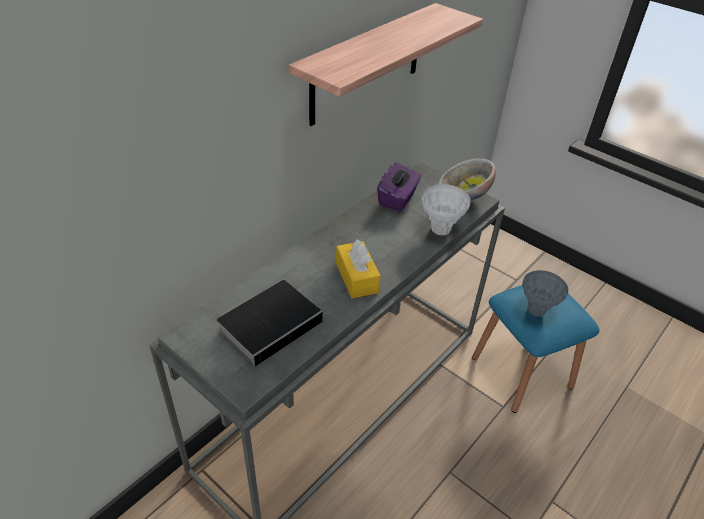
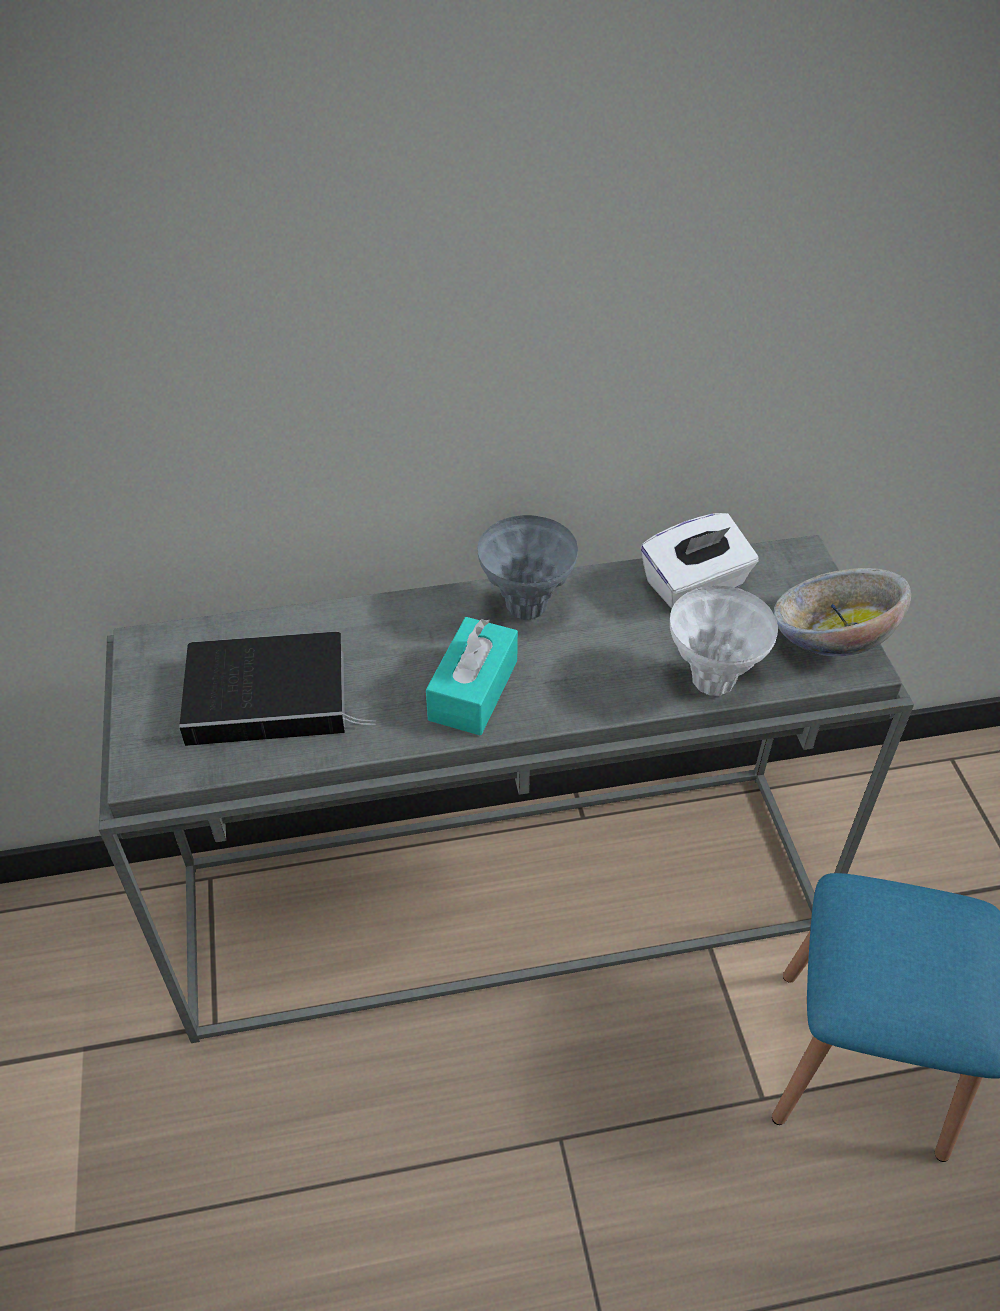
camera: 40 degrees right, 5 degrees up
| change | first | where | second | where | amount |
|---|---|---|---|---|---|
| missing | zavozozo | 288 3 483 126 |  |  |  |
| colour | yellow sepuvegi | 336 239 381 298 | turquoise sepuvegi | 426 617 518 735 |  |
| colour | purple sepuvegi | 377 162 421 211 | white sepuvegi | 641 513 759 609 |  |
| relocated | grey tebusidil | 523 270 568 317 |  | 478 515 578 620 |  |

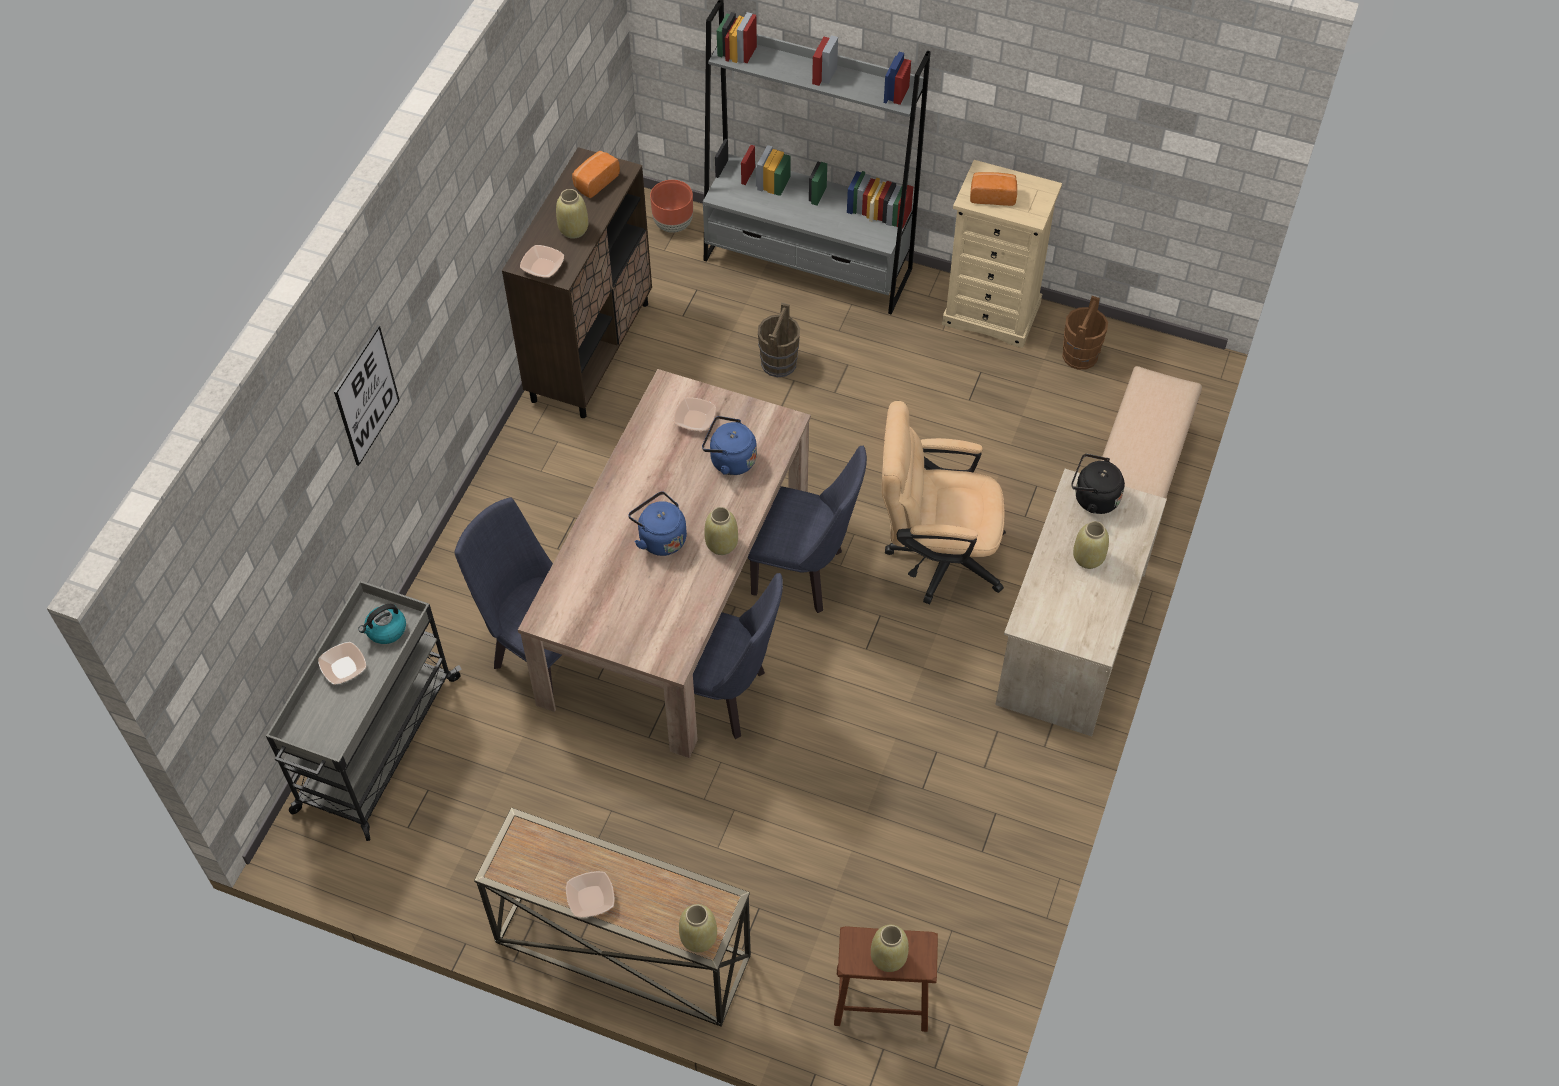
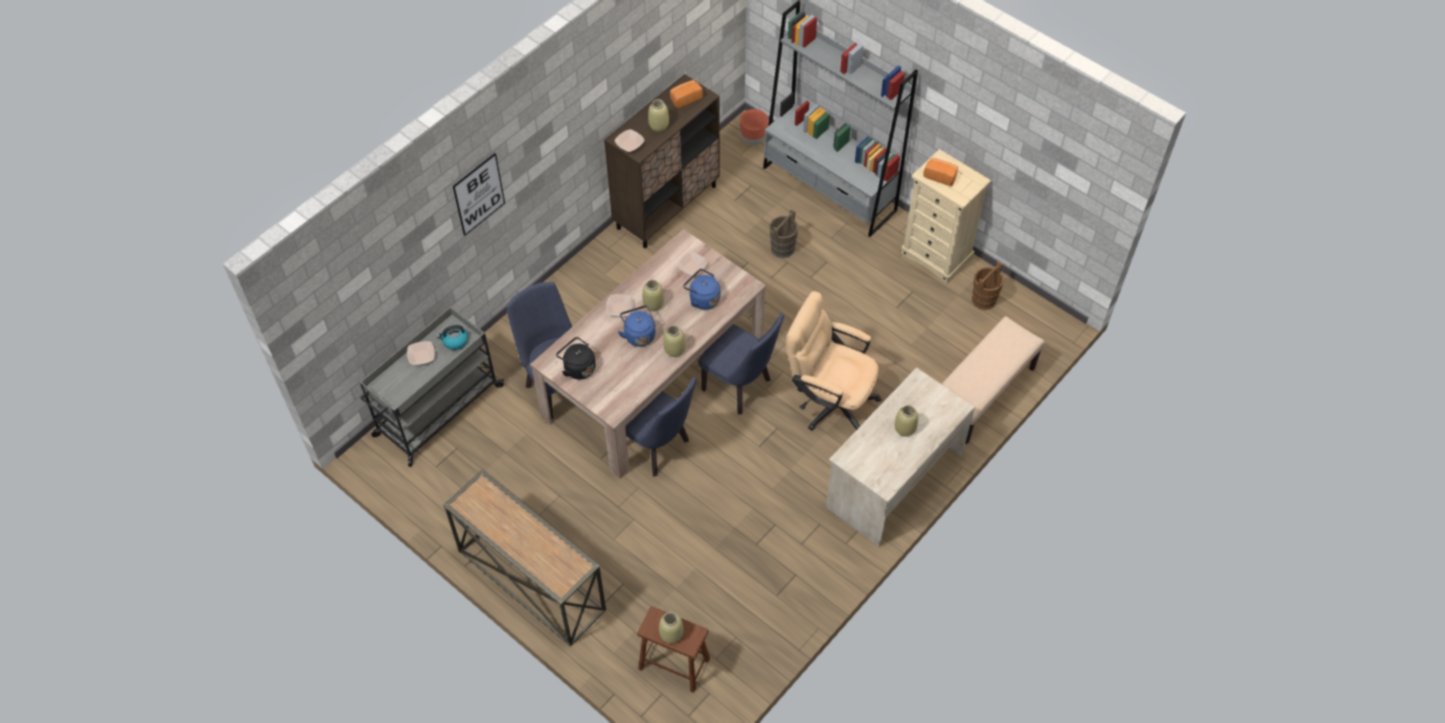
camera: 20 degrees right, 0 degrees up
| change | first | where | second | where | amount |
|---|---|---|---|---|---|
| relocated | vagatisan | 566 871 615 918 |  | 606 294 633 316 |  |
| relocated | beige tebusidil | 679 904 717 952 |  | 642 279 664 311 |  |
| relocated | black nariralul | 1072 454 1125 514 |  | 556 337 596 380 |  |

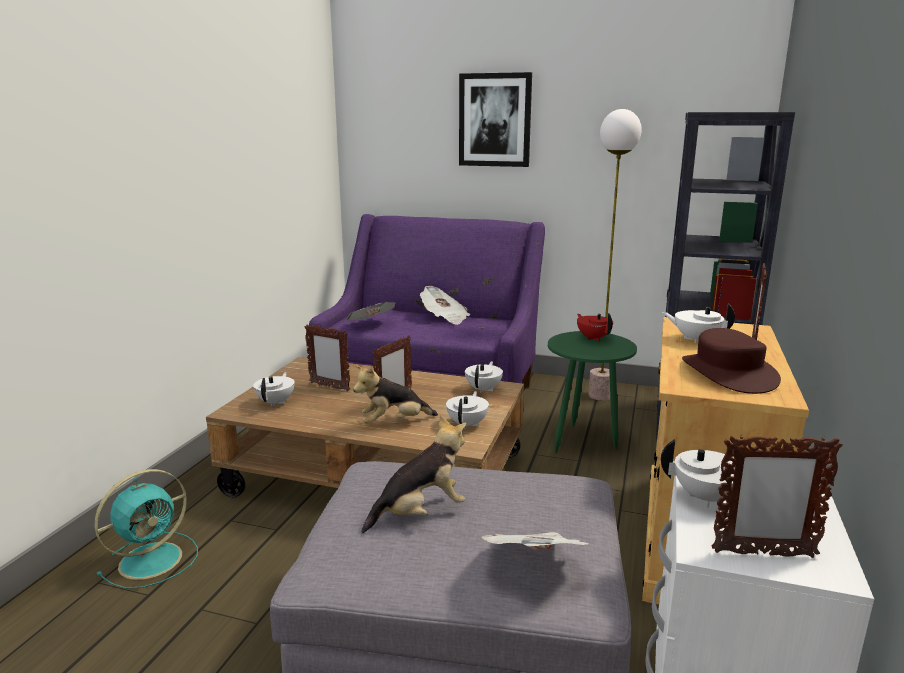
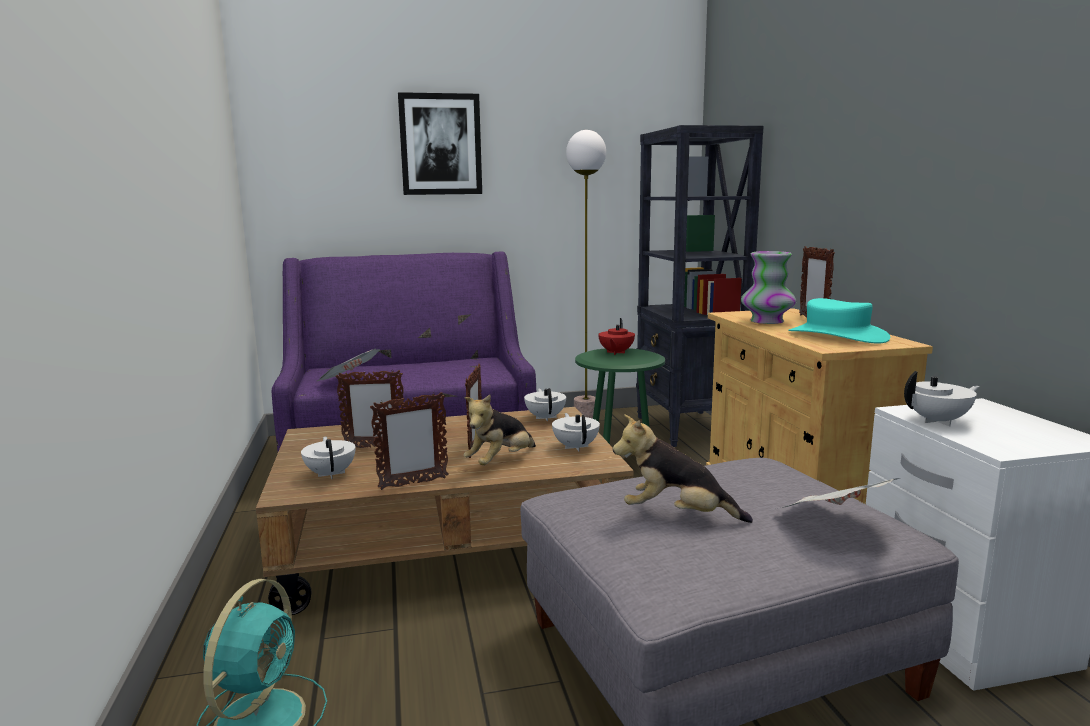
camera: 30 degrees left, 5 degrees down
| change | first | where | second | where | amount |
|---|---|---|---|---|---|
| spun | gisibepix | 361 415 466 533 |  | 613 414 753 523 | 105 degrees counterclockwise |
| missing | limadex | 420 286 470 325 |  |  |  |
| spun | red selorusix | 577 313 613 341 |  | 598 318 635 355 | 105 degrees counterclockwise |
| exchanged | white selorusix | 662 304 735 343 | tebusidil | 741 251 796 324 |  |
| colour | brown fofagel | 682 328 781 394 | turquoise fofagel | 788 298 890 344 |  |
| relocated | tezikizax | 712 436 843 558 |  | 370 392 449 490 |  |

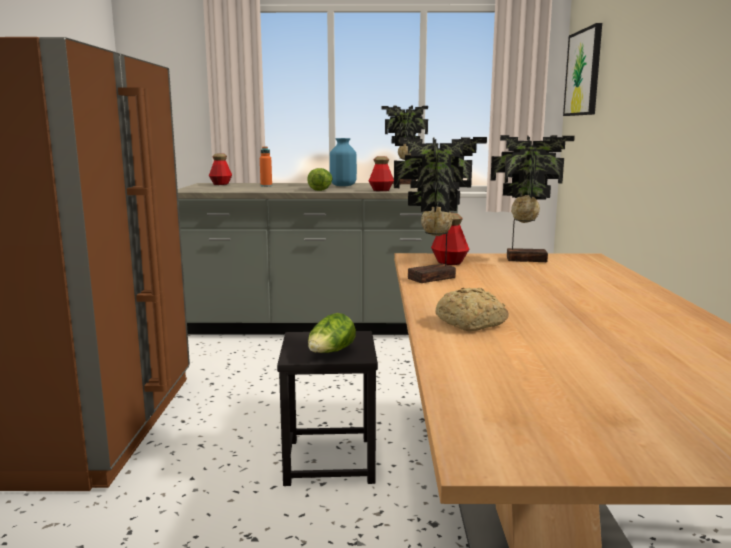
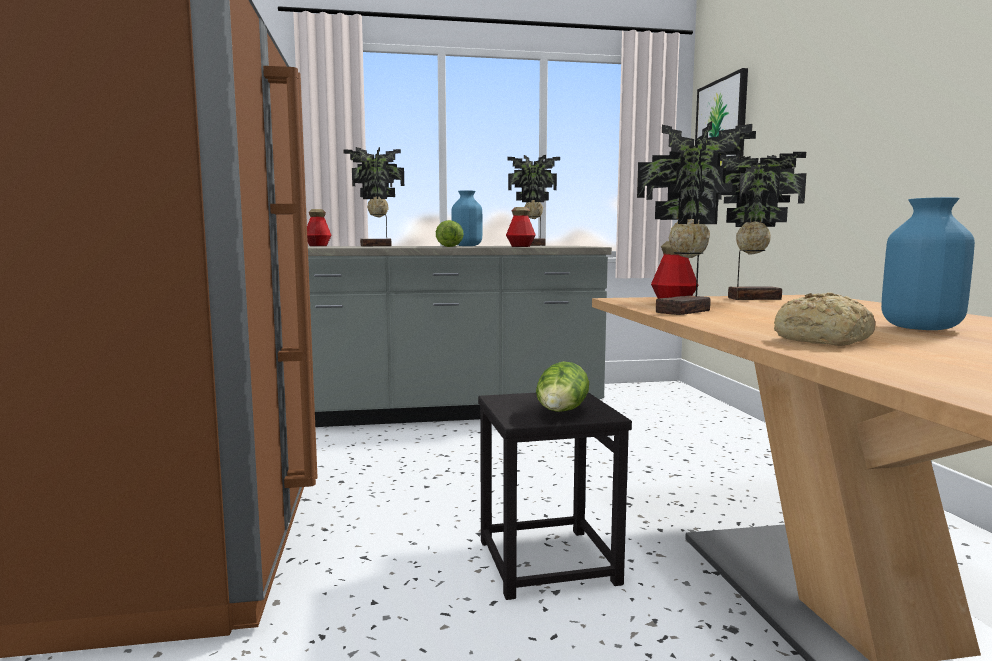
camera: 10 degrees left, 5 degrees down
| change | first | where | second | where | amount |
|---|---|---|---|---|---|
| exchanged | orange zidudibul | 260 146 272 187 | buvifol | 343 147 404 246 |  |
| appeared |  |  | blue tebusidil | 881 197 975 330 |  |

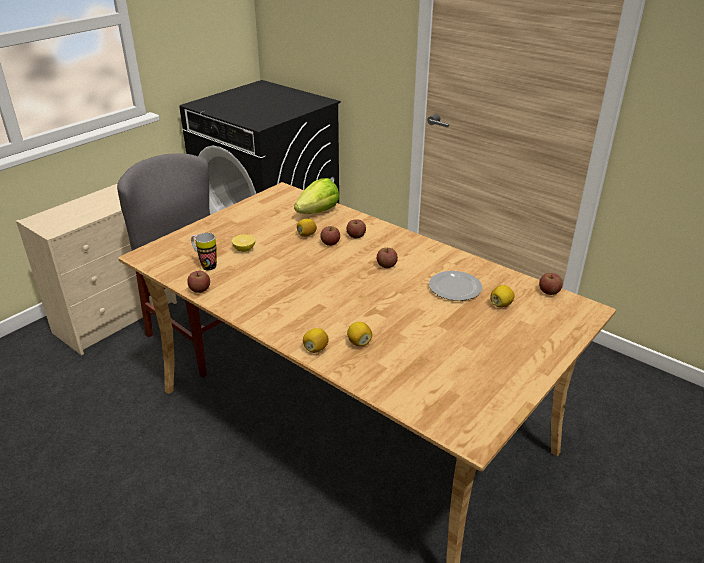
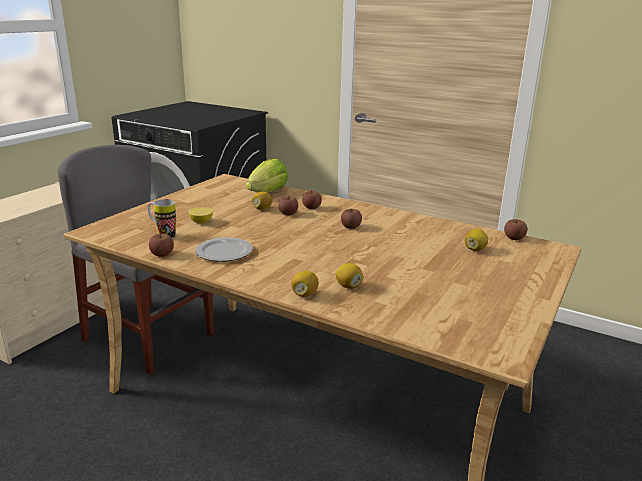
camera: 10 degrees left, 10 degrees down
| change | first | where | second | where | amount |
|---|---|---|---|---|---|
| relocated | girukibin | 429 271 482 301 |  | 195 237 253 262 |  |

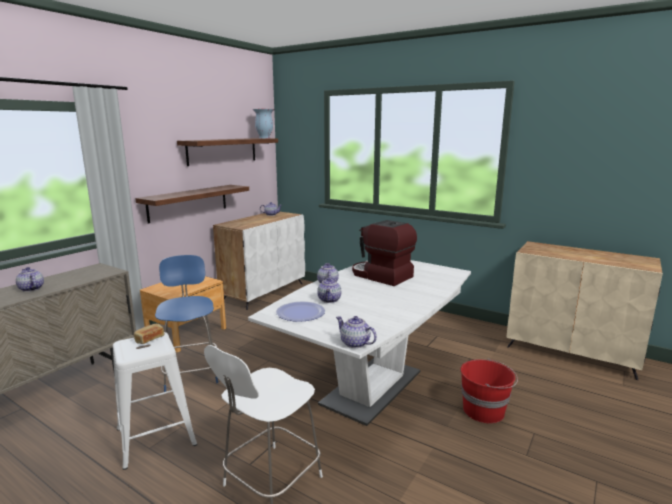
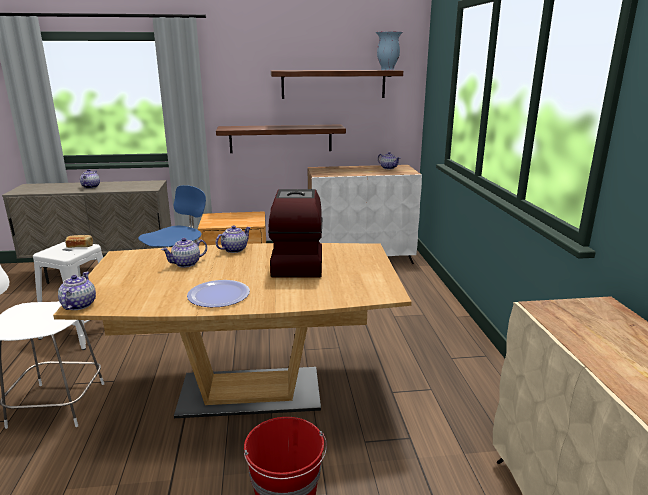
camera: 50 degrees right, 5 degrees up
| change | first | where | second | where | amount |
|---|---|---|---|---|---|
| colour | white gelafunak | 248 260 471 426 | brown gelafunak | 53 243 412 418 |  |
| relocated | girukibin | 276 301 325 322 |  | 187 280 250 307 |  |

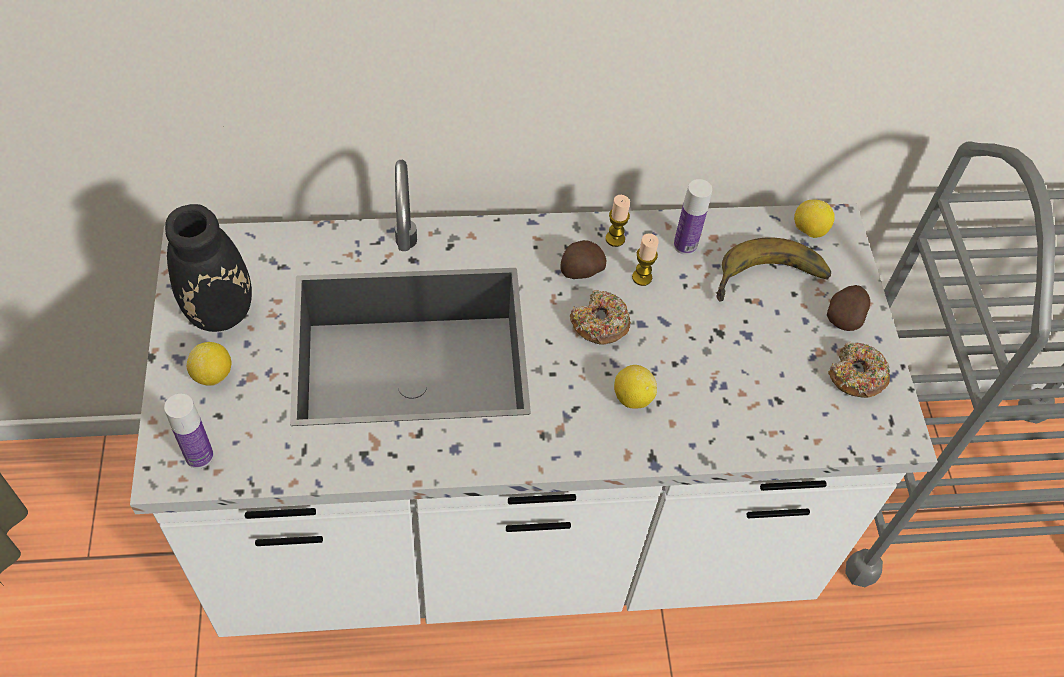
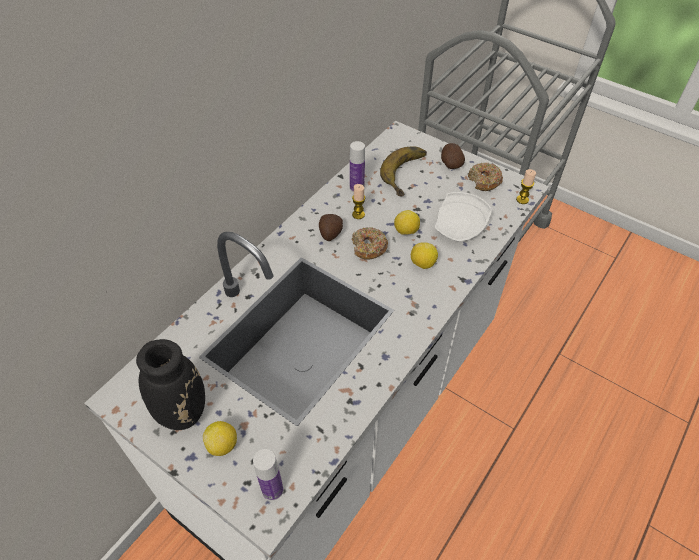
camera: 45 degrees left, 5 degrees down
| change | first | where | second | where | amount |
|---|---|---|---|---|---|
| relocated | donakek | 605 195 630 247 |  | 516 169 536 204 |  |
| relocated | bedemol | 794 199 835 238 |  | 394 210 420 235 |  |
| appeared |  |  | white girukibin | 435 192 492 241 |  |

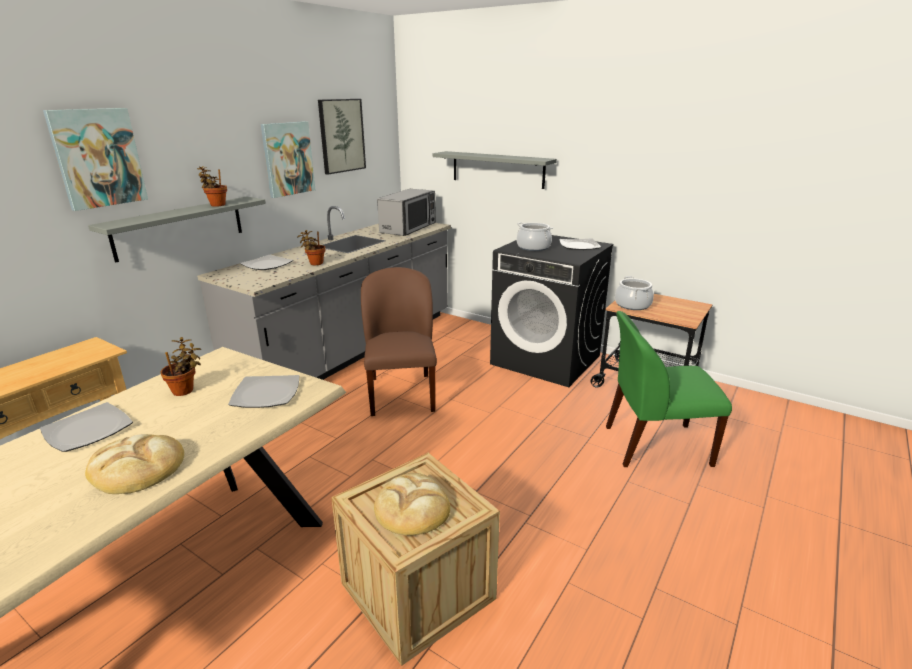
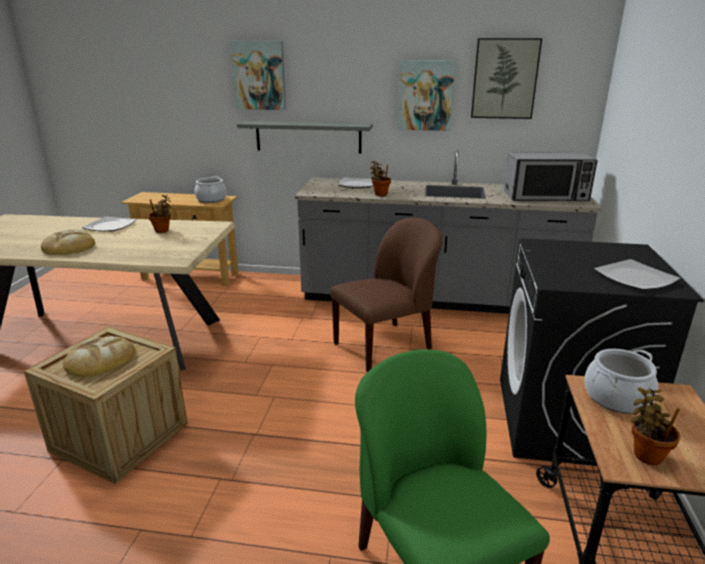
camera: 65 degrees right, 0 degrees up
| change | first | where | second | where | amount |
|---|---|---|---|---|---|
| relocated | buvifol | 197 166 227 207 |  | 631 387 680 465 |  |
| missing | girukibin | 228 375 300 408 |  |  |  |
| missing | grey zavozozo | 433 151 557 189 |  |  |  |
| relocated | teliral | 517 222 553 251 |  | 195 176 227 203 |  |

